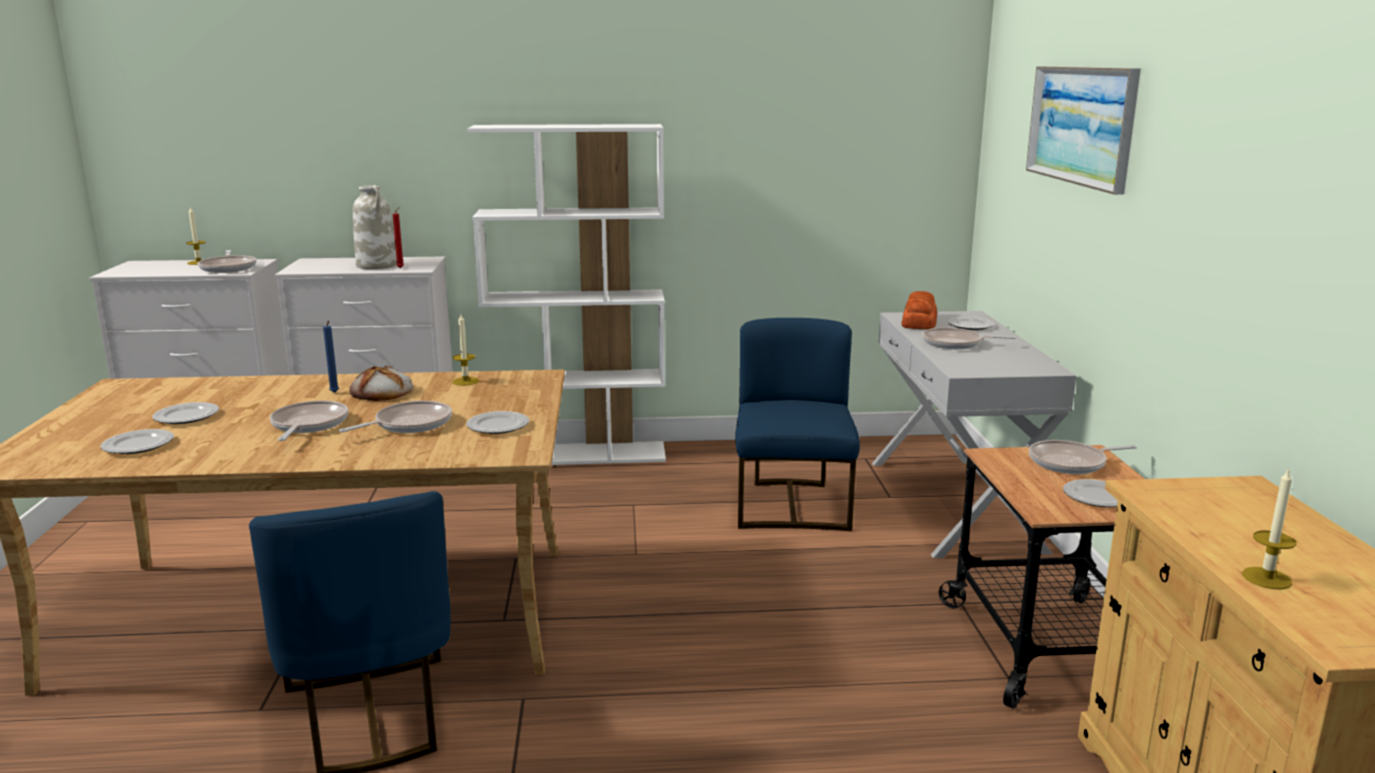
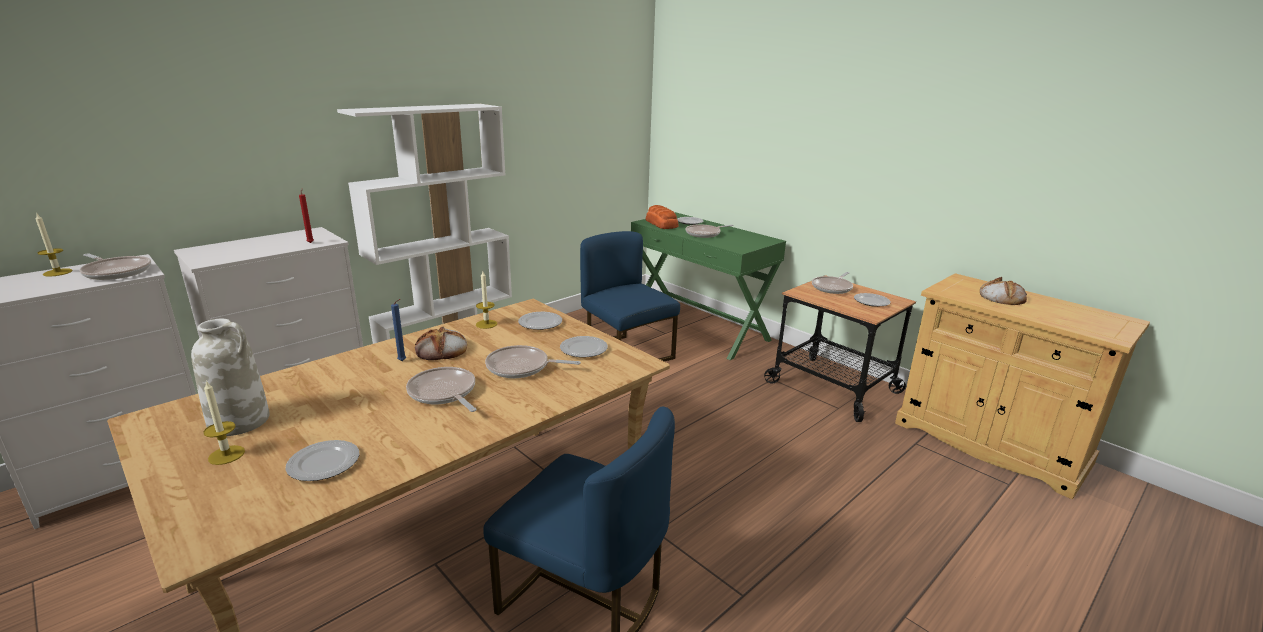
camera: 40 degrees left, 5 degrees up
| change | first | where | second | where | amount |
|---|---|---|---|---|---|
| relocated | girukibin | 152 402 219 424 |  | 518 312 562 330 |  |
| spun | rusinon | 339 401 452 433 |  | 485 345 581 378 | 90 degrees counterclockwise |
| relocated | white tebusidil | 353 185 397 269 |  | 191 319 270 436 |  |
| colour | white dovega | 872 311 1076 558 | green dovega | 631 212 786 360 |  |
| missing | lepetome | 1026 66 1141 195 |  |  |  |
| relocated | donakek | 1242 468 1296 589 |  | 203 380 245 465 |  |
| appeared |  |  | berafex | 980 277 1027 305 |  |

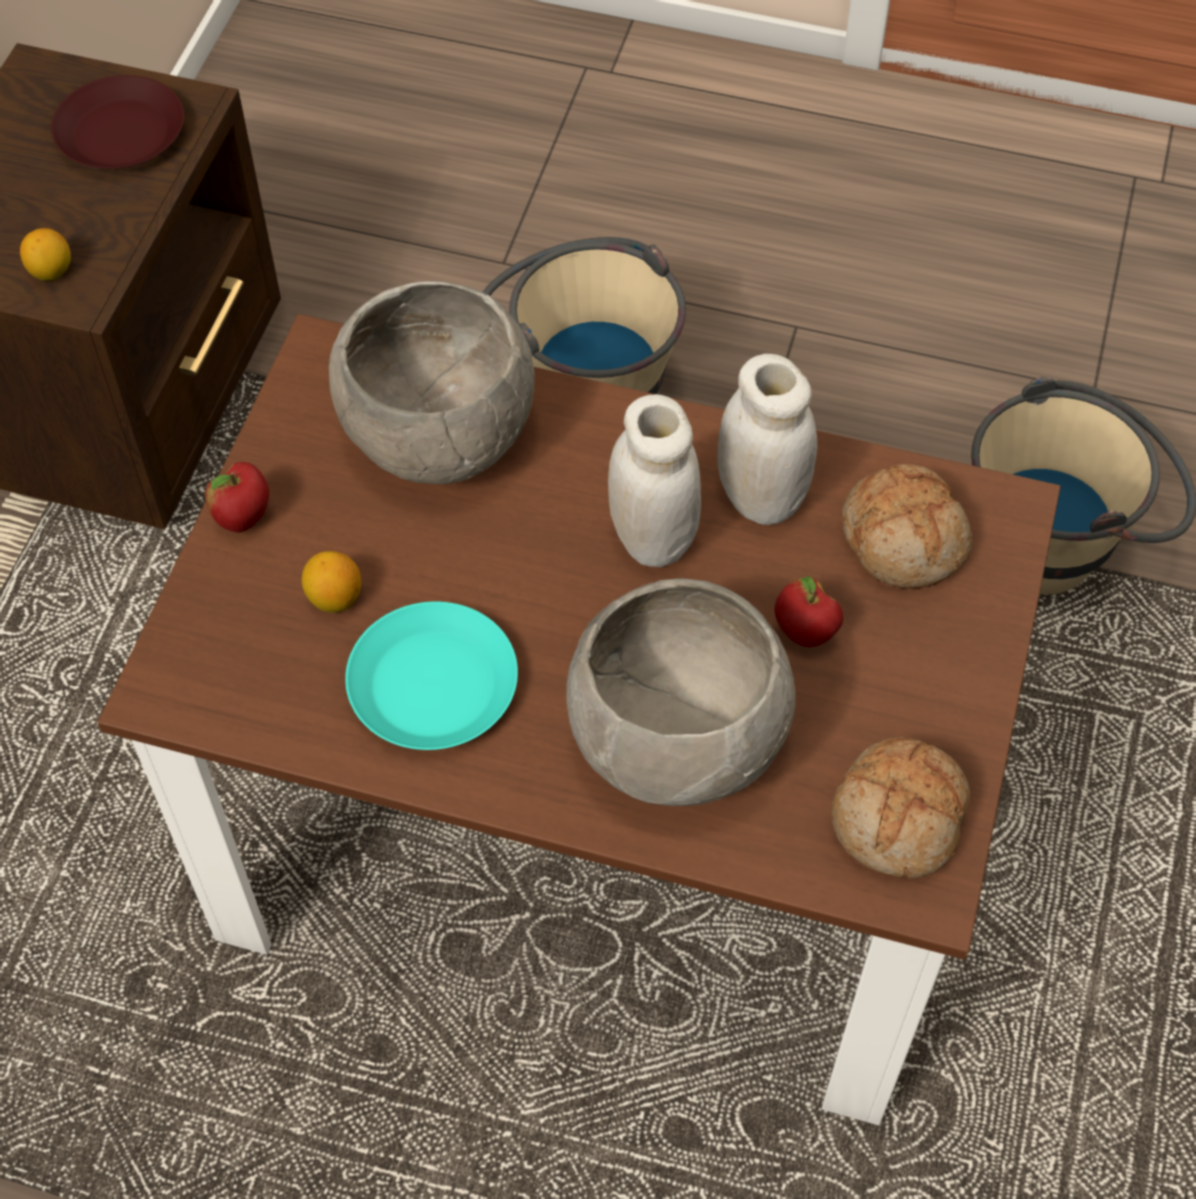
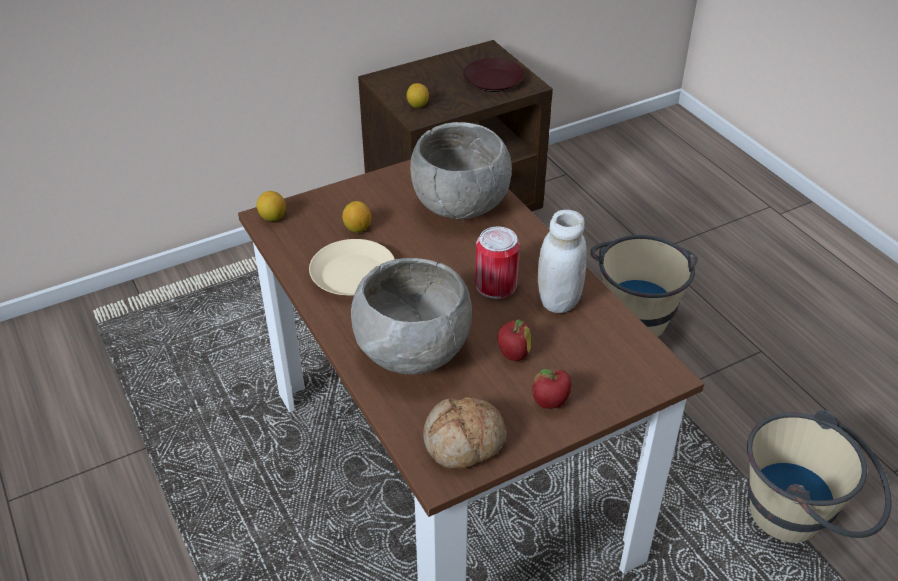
camera: 45 degrees right, 15 degrees down
| change | first | where | second | where | amount |
|---|---|---|---|---|---|
| relocated | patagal | 205 462 269 532 |  | 532 369 572 409 |  |
| colour | turquoise girukibin | 345 601 518 750 | beige girukibin | 309 239 395 296 |  |
| exchanged | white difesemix | 608 394 701 567 | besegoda | 475 227 520 299 |  |
| missing | berafex | 842 464 972 589 |  |  |  |
| appeared |  |  | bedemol | 257 191 286 221 |  |

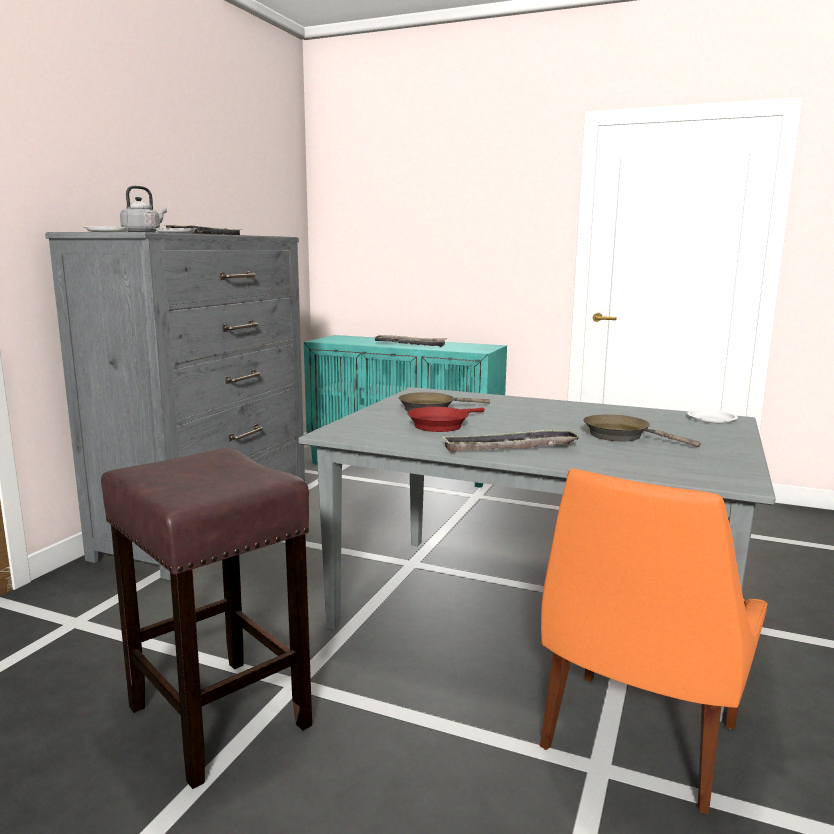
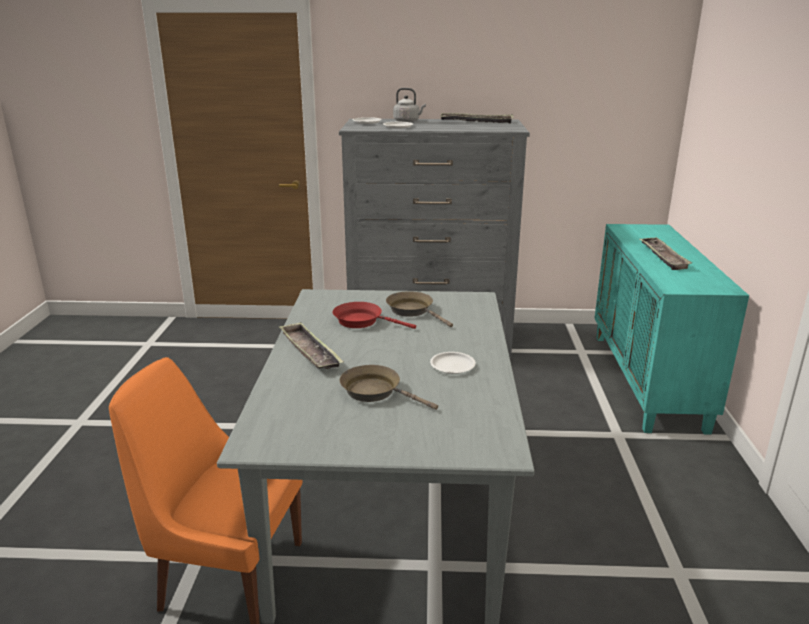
camera: 70 degrees right, 10 degrees up
| change | first | where | second | where | amount |
|---|---|---|---|---|---|
| missing | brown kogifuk | 101 448 312 789 |  |  |  |
| spun | brown rusinon | 583 414 701 447 |  | 340 365 438 410 | 75 degrees counterclockwise |
| relocated | white girukibin | 687 410 738 423 |  | 430 352 476 374 |  |

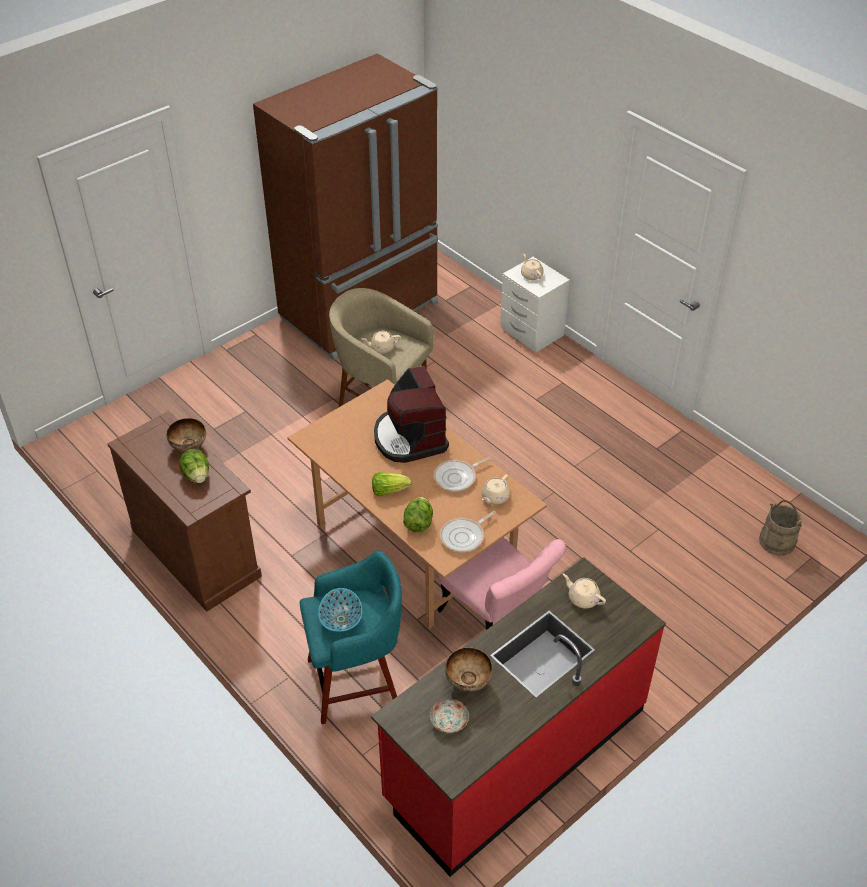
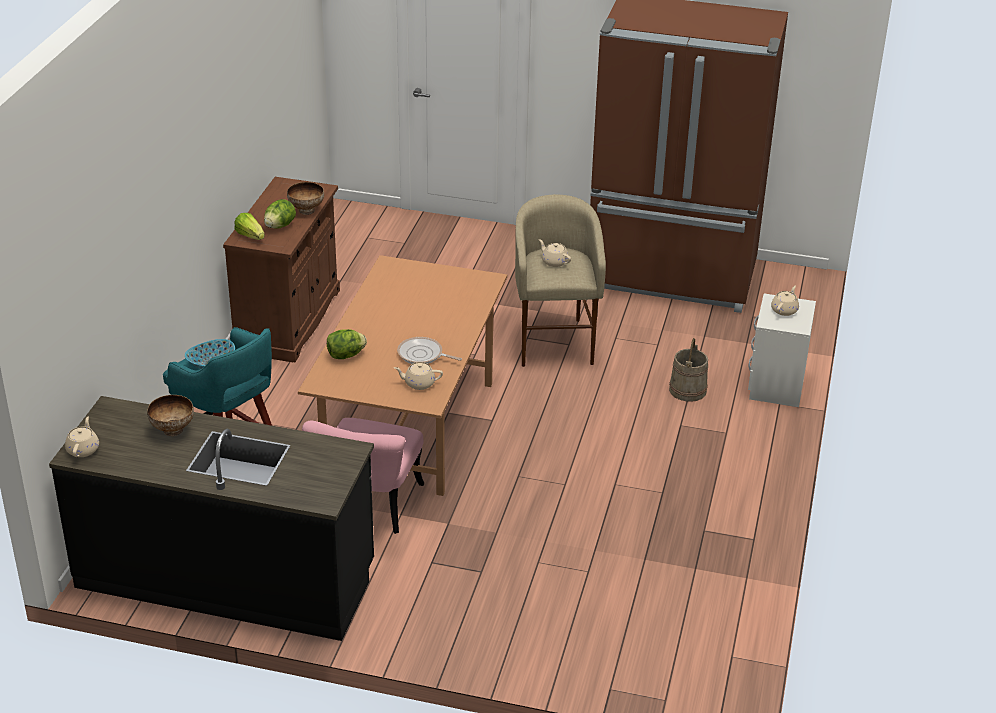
camera: 55 degrees right, 10 degrees down
| change | first | where | second | where | amount |
|---|---|---|---|---|---|
| colour | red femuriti | 371 557 666 877 | black femuriti | 49 396 374 641 |  |
| relocated | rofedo | 372 472 412 496 |  | 235 213 265 240 |  |
| missing | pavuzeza | 374 366 449 463 |  |  |  |
| missing | girukibin | 430 699 469 733 |  |  |  |
| missing | rusinon | 440 511 496 552 |  |  |  |
| relocated | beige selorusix | 563 574 606 609 |  | 65 417 99 457 |  |
| relocated | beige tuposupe | 759 500 802 556 |  | 669 338 708 402 |  |

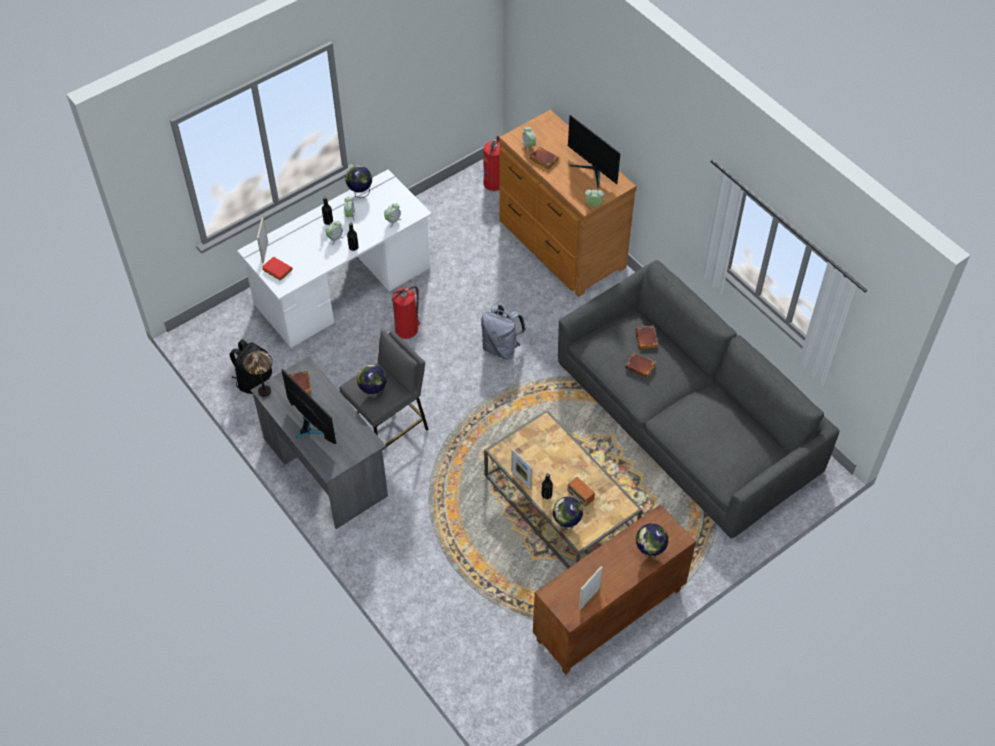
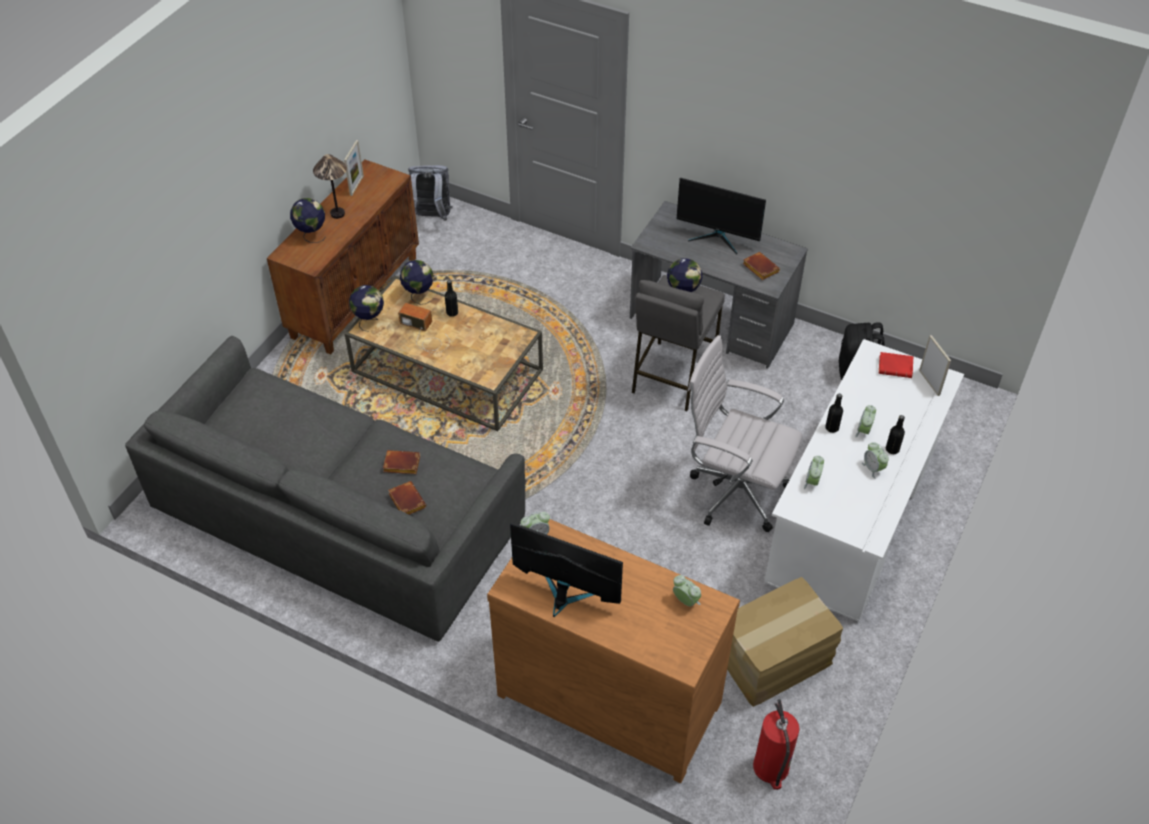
camera: 155 degrees right, 5 degrees down
| change | first | where | second | where | amount |
|---|---|---|---|---|---|
| relocated | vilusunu | 243 351 273 397 |  | 313 154 347 219 |  |
| relocated | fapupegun | 345 166 372 198 |  | 349 285 384 332 |  |
| exchanged | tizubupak | 391 286 420 339 | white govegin | 688 335 803 532 |  |
| relocated | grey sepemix | 481 305 526 359 |  | 408 165 453 221 |  |
| missing | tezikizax | 511 449 533 490 |  |  |  |
| missing | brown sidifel | 529 147 559 169 |  |  |  |
| appeared |  |  | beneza | 727 577 843 707 |  |

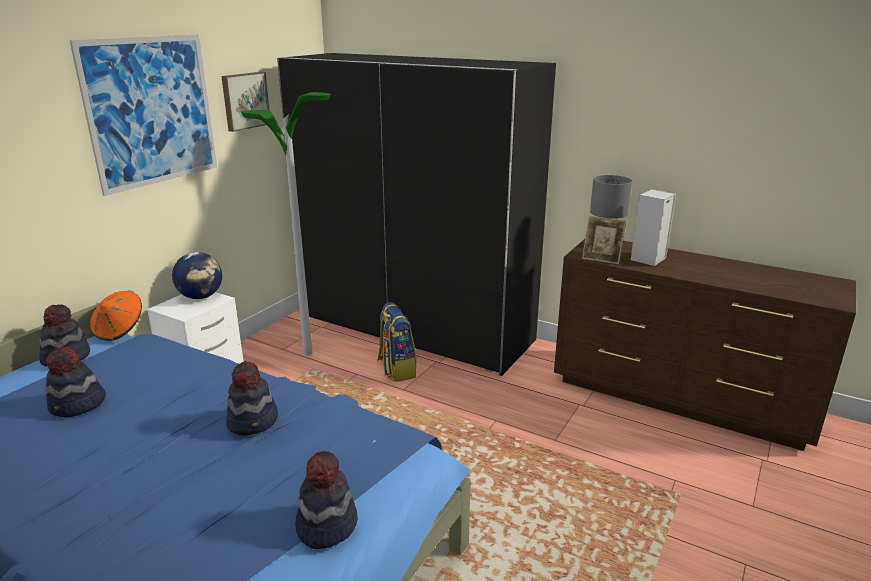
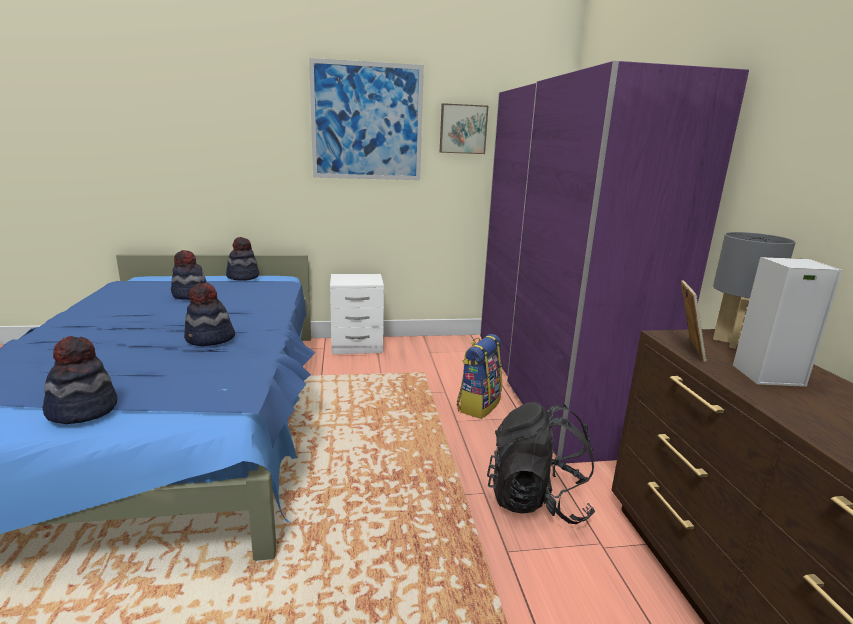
camera: 50 degrees right, 5 degrees down
| change | first | where | second | where | amount |
|---|---|---|---|---|---|
| missing | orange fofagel | 90 290 142 341 |  |  |  |
| missing | fapupegun | 172 252 222 299 |  |  |  |
| missing | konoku | 241 92 331 356 |  |  |  |
| colour | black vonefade | 277 53 556 376 | purple vonefade | 480 61 749 463 |  |
| spun | tezikizax | 582 216 627 264 |  | 681 280 707 362 | 150 degrees counterclockwise |
| appeared |  |  | black sepemix | 487 402 596 524 |  |

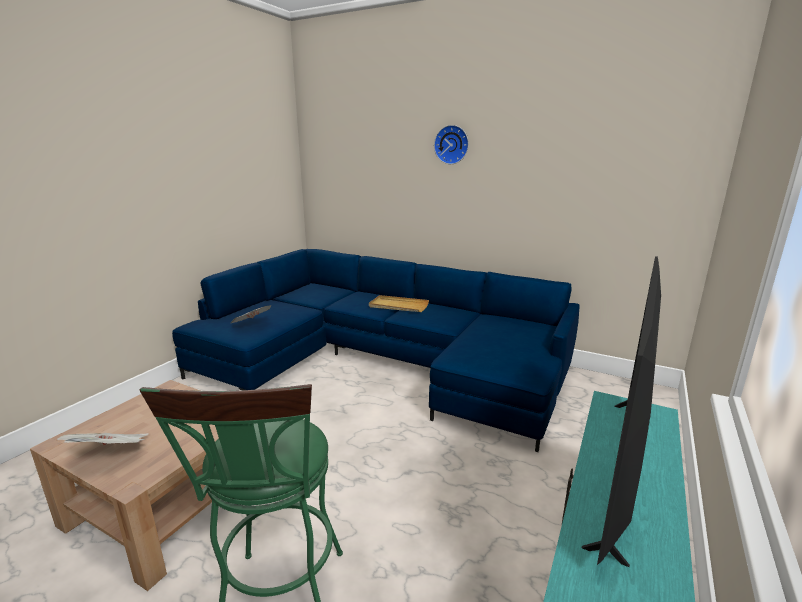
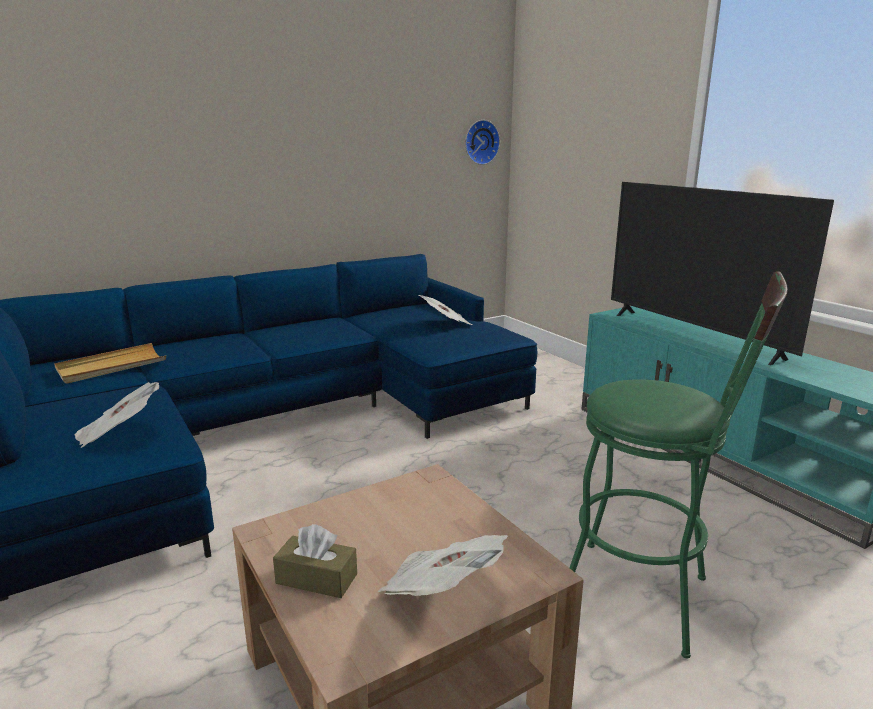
camera: 60 degrees left, 0 degrees up
| change | first | where | second | where | amount |
|---|---|---|---|---|---|
| relocated | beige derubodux | 369 295 429 312 |  | 54 343 166 384 |  |
| relocated | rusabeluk | 434 125 469 164 |  | 465 120 500 165 |  |
| appeared |  |  | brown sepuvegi | 273 524 357 598 |  |
| appeared |  |  | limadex | 419 295 472 325 |  |

